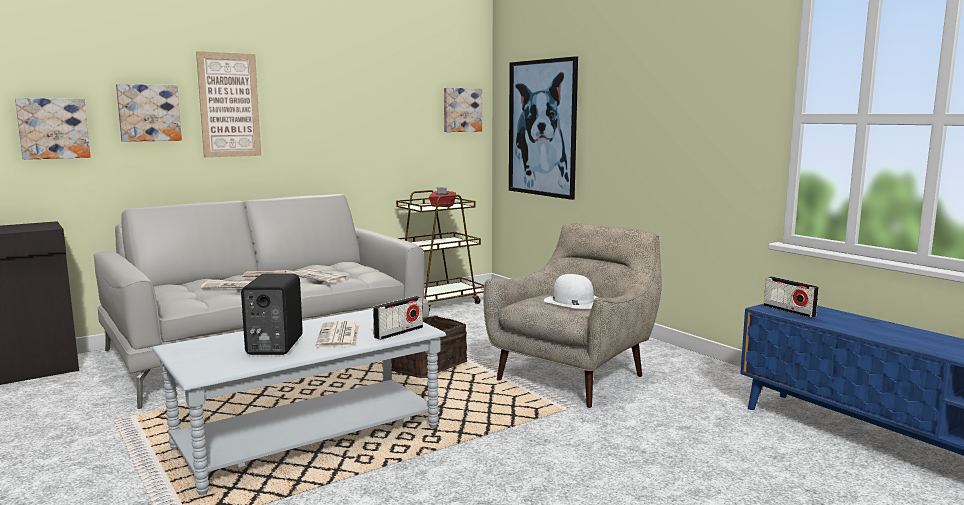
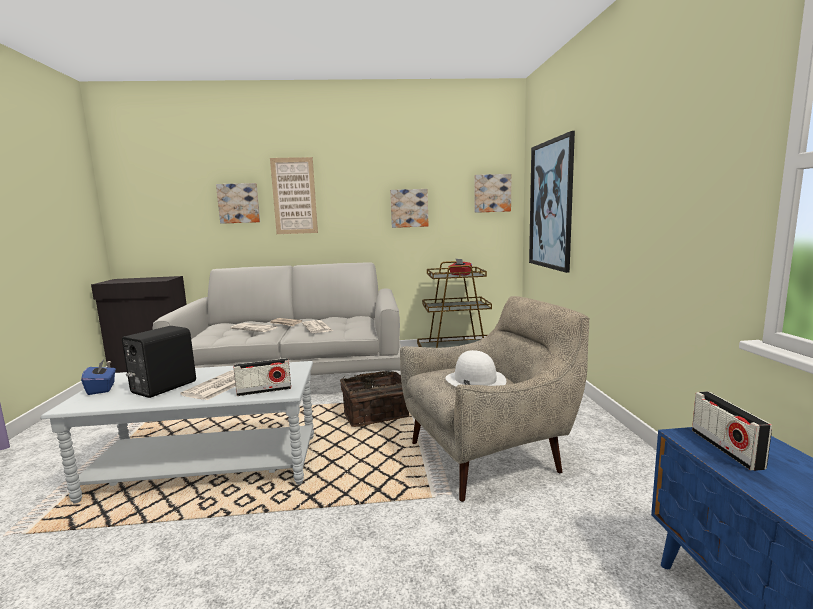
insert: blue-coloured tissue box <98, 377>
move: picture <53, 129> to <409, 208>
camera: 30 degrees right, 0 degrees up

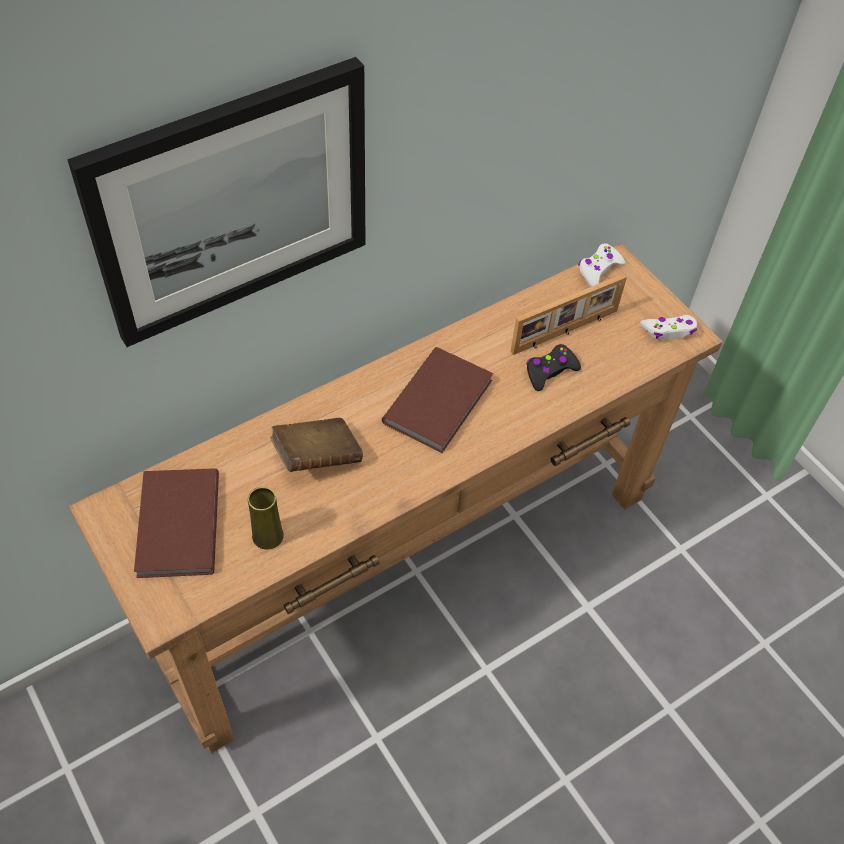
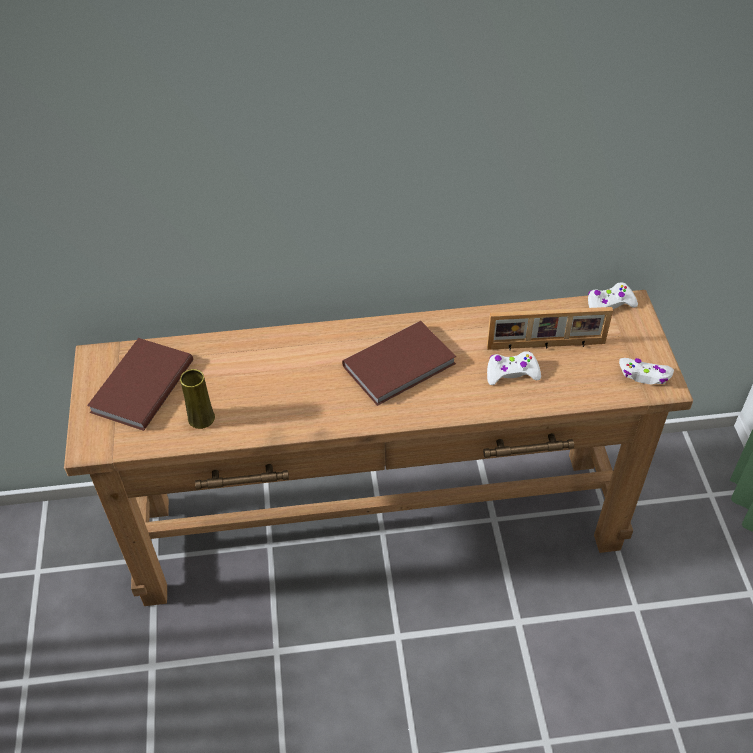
delete: picture <216, 202>; brown-coloured bound book <316, 445>
recolor: black-coloured gamepad <553, 367> to white gamepad <514, 368>
camera: 30 degrees right, 5 degrees down

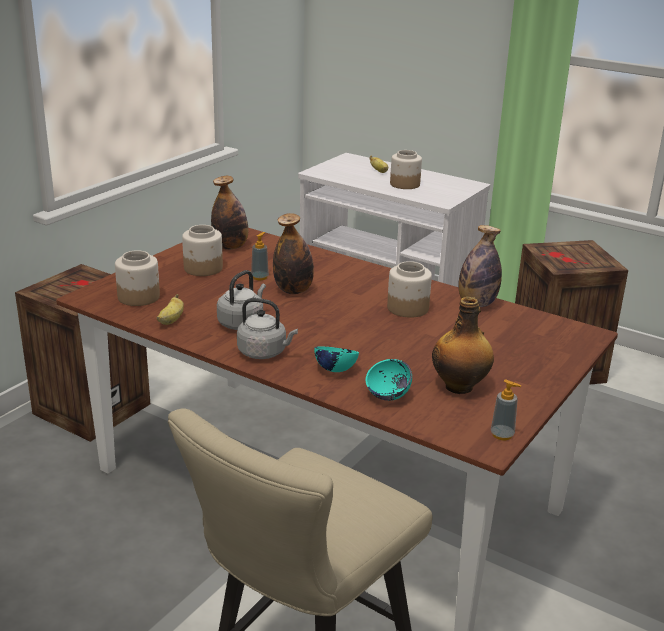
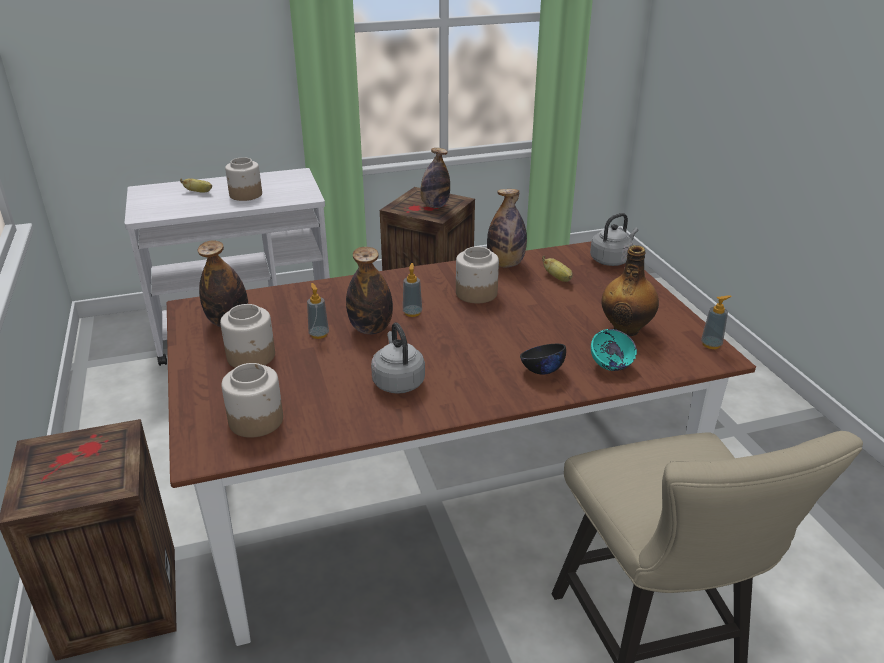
insert: bottle <435, 178>; liquid soap bottle <412, 290>
move: banana fruit <170, 309> to <557, 269>; grey kettle <267, 328> to <614, 239>
recolor: blue-green bowl <336, 359> to black-coloured bowl <543, 359>
camera: 50 degrees left, 5 degrees up

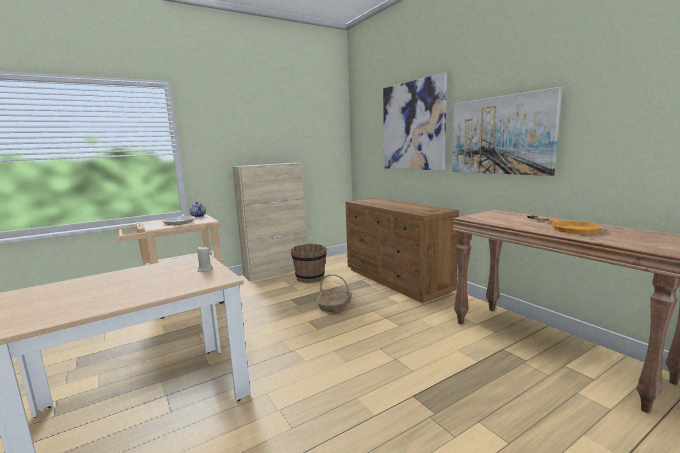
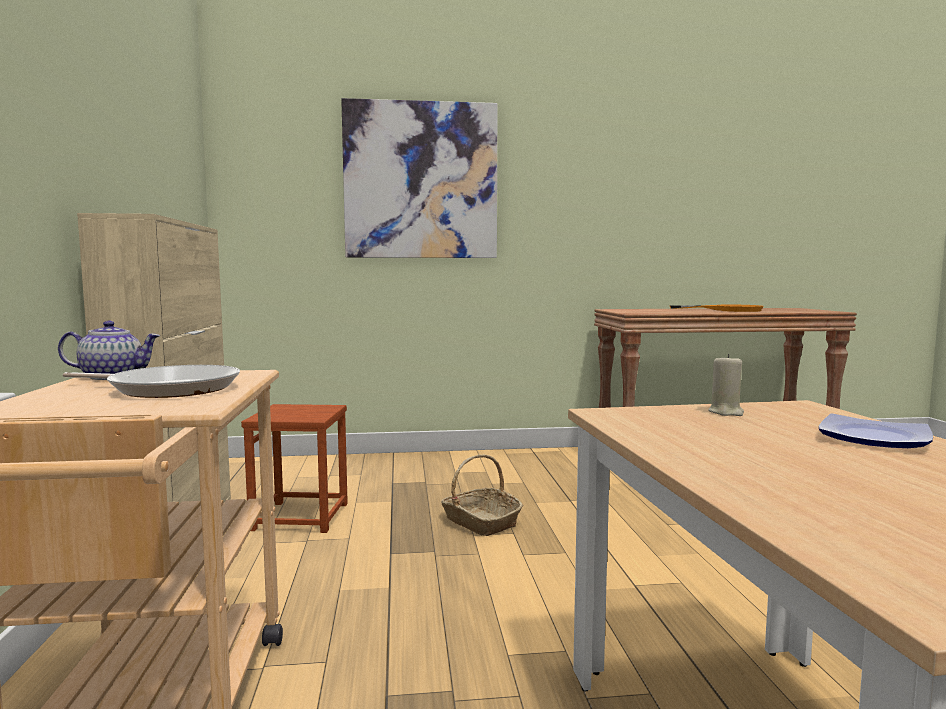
delete: picture <507, 131>; brown-coloured drawer chest <402, 250>
insert: dinner plate <876, 430>
replace: brown-coloured water bucket <309, 263> to brown-coloured stool <294, 468>
camera: 65 degrees left, 5 degrees down

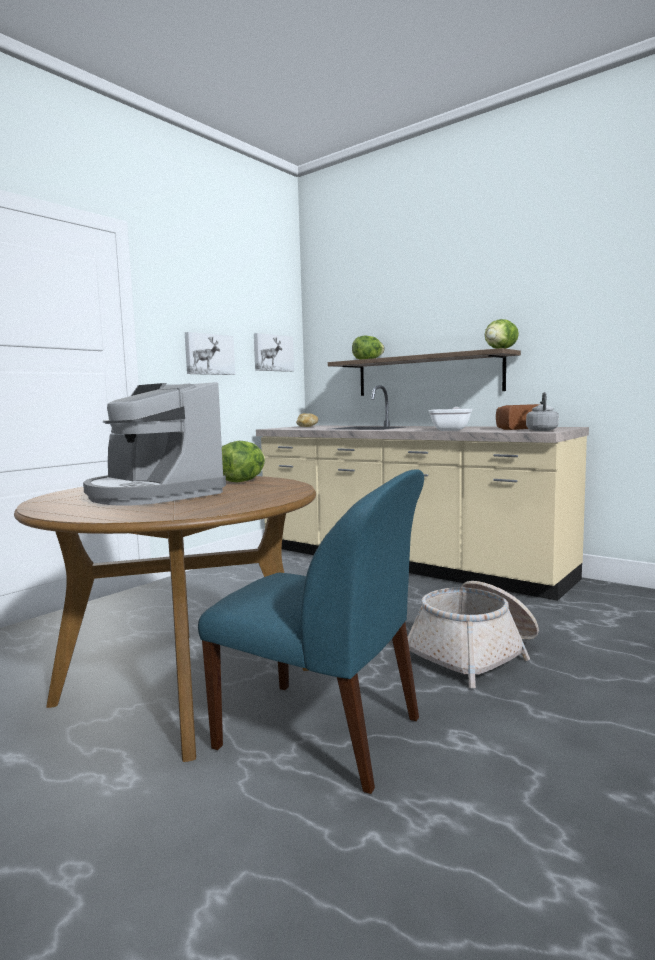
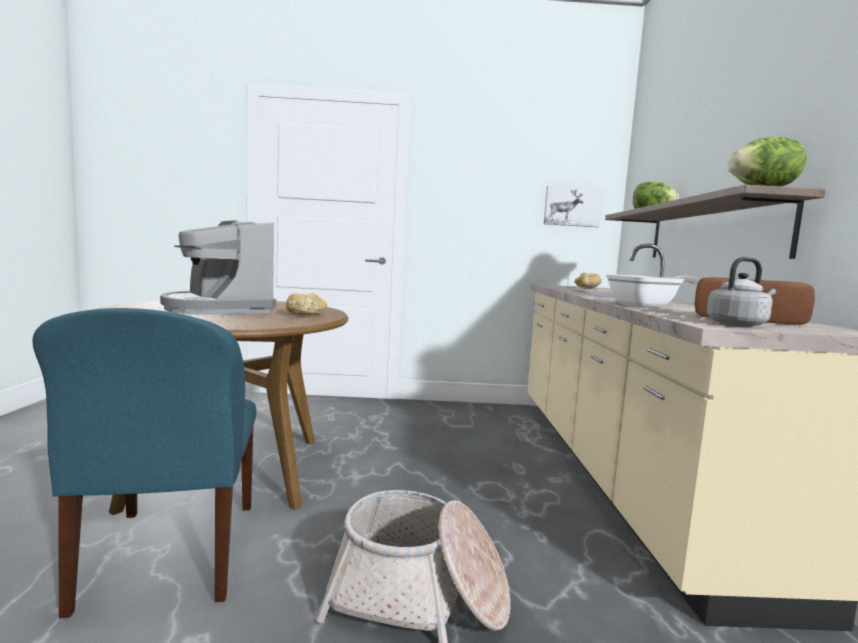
delete: picture <210, 353>
replace: head of lettuce <243, 462> to bakery bread <306, 304>
rotate: coffee maker <154, 444> = <218, 267> 45 degrees counterclockwise
camera: 50 degrees right, 0 degrees up

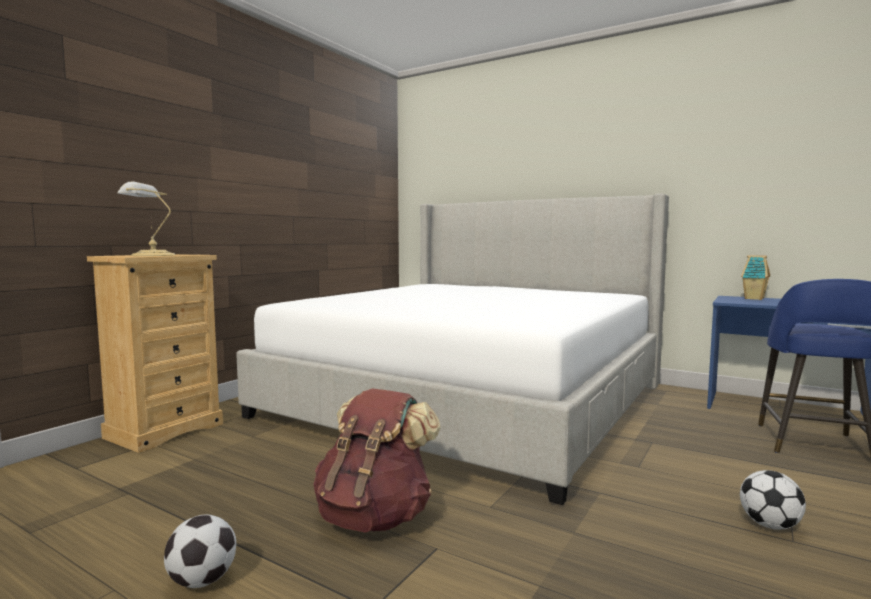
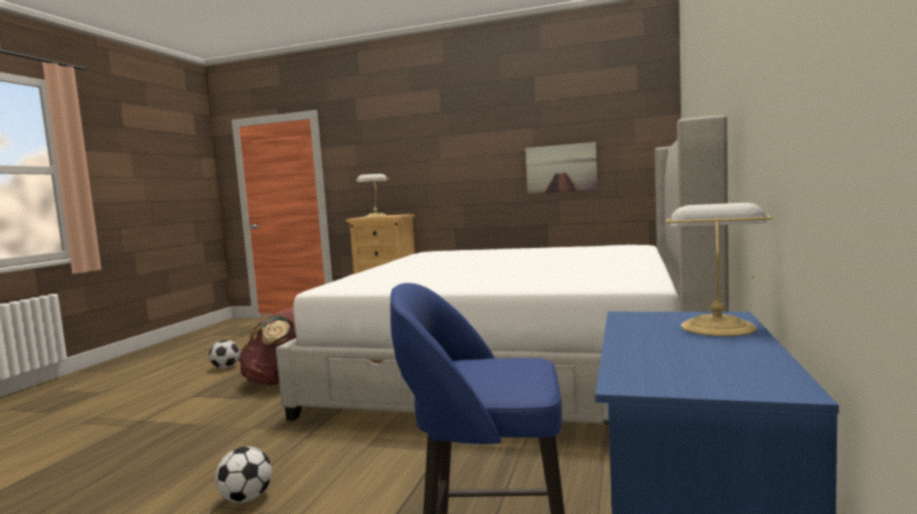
insert: picture <561, 168>
replace: toy house <755, 277> to table lamp <719, 269>
camera: 75 degrees right, 0 degrees up

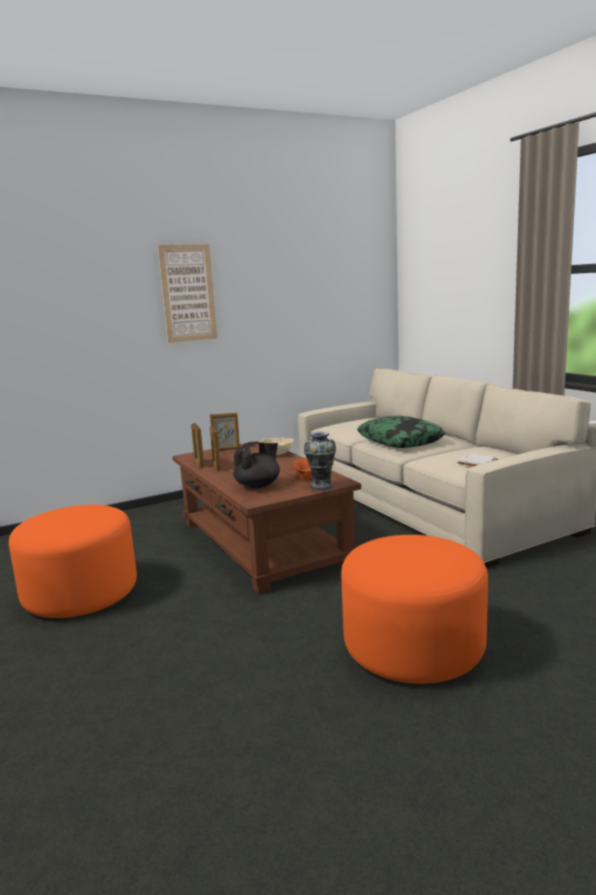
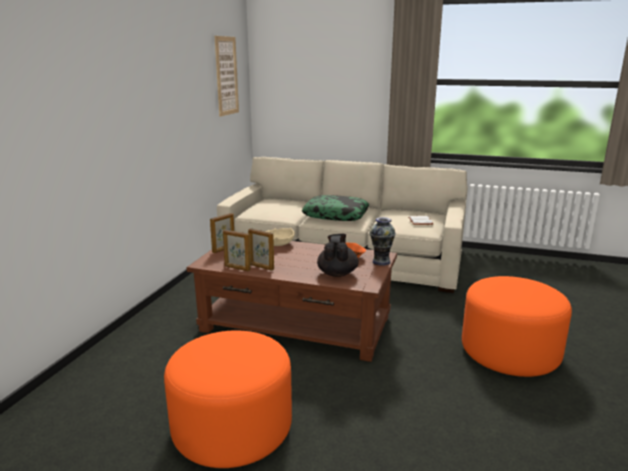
move: picture <187, 293> to <227, 76>
camera: 45 degrees left, 5 degrees up

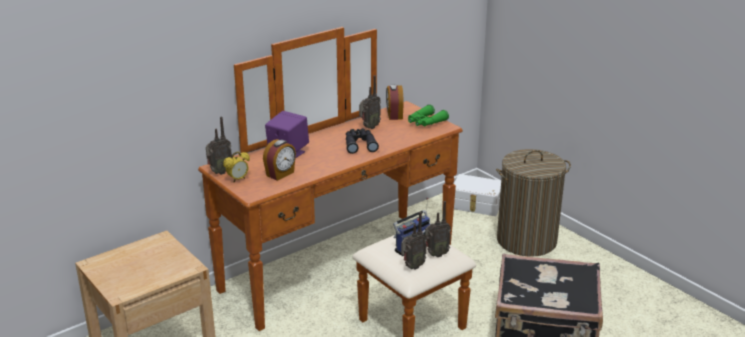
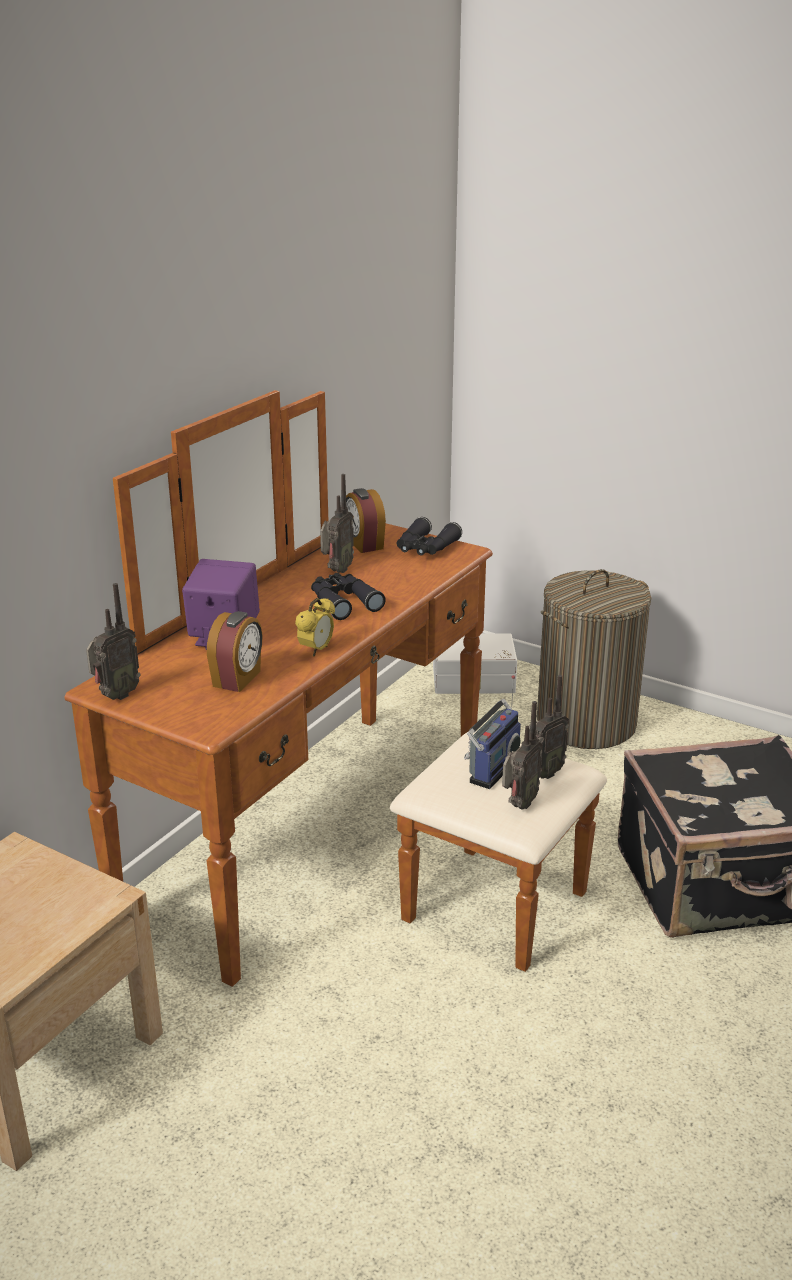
move: table clock <236, 166> to <315, 627>
recolor: green pair of binoculars <428, 115> to black-coloured pair of binoculars <429, 536>
camera: 20 degrees left, 0 degrees up

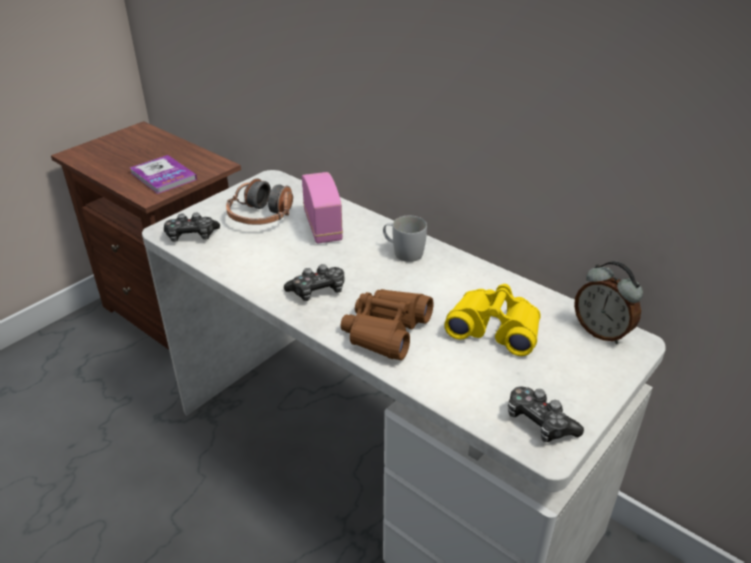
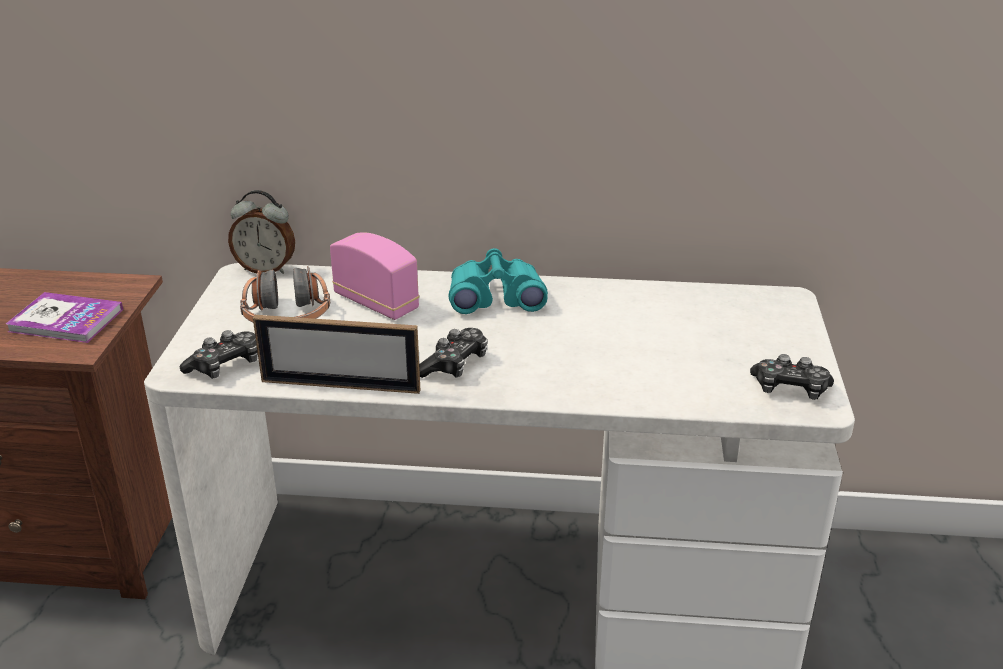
delete: yellow-coloured pair of binoculars <492, 320>; brown-coloured pair of binoculars <387, 324>
insert: standing frame <336, 354>
move: table clock <608, 302> to <261, 232>
replace: white coffee mug <405, 239> to blue-green pair of binoculars <498, 281>
camera: 35 degrees left, 5 degrees down

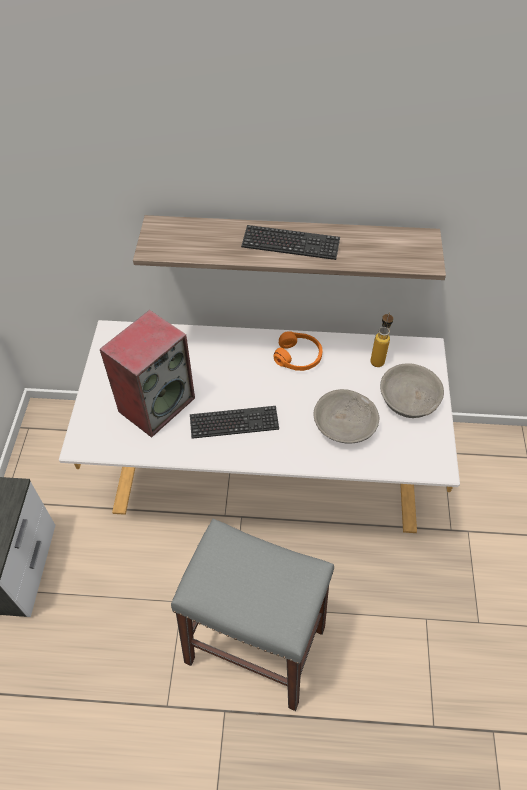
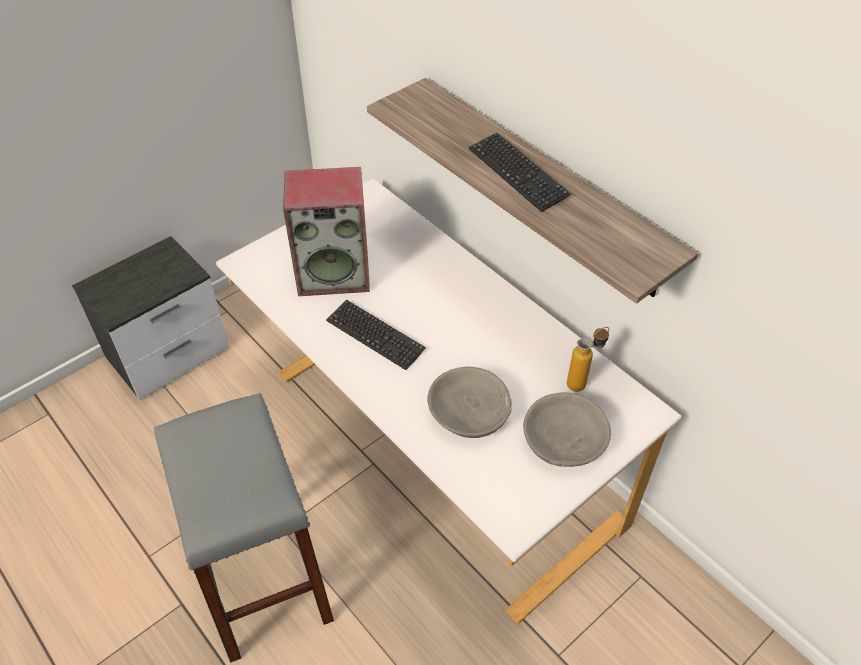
delete: orangey headphones <298, 351>
camera: 45 degrees right, 5 degrees down

